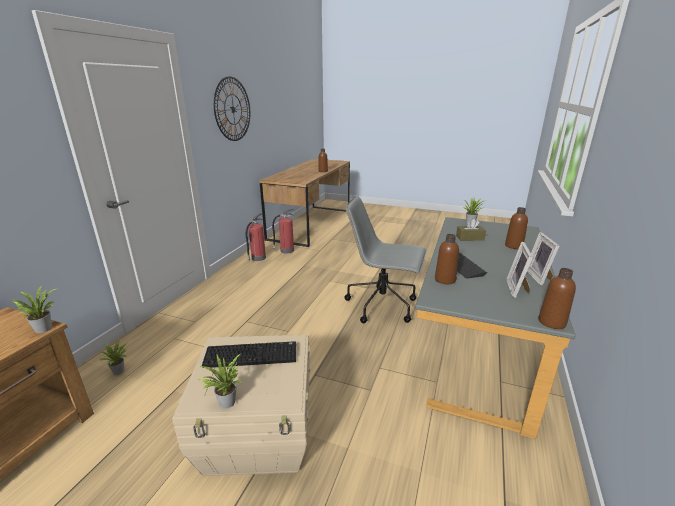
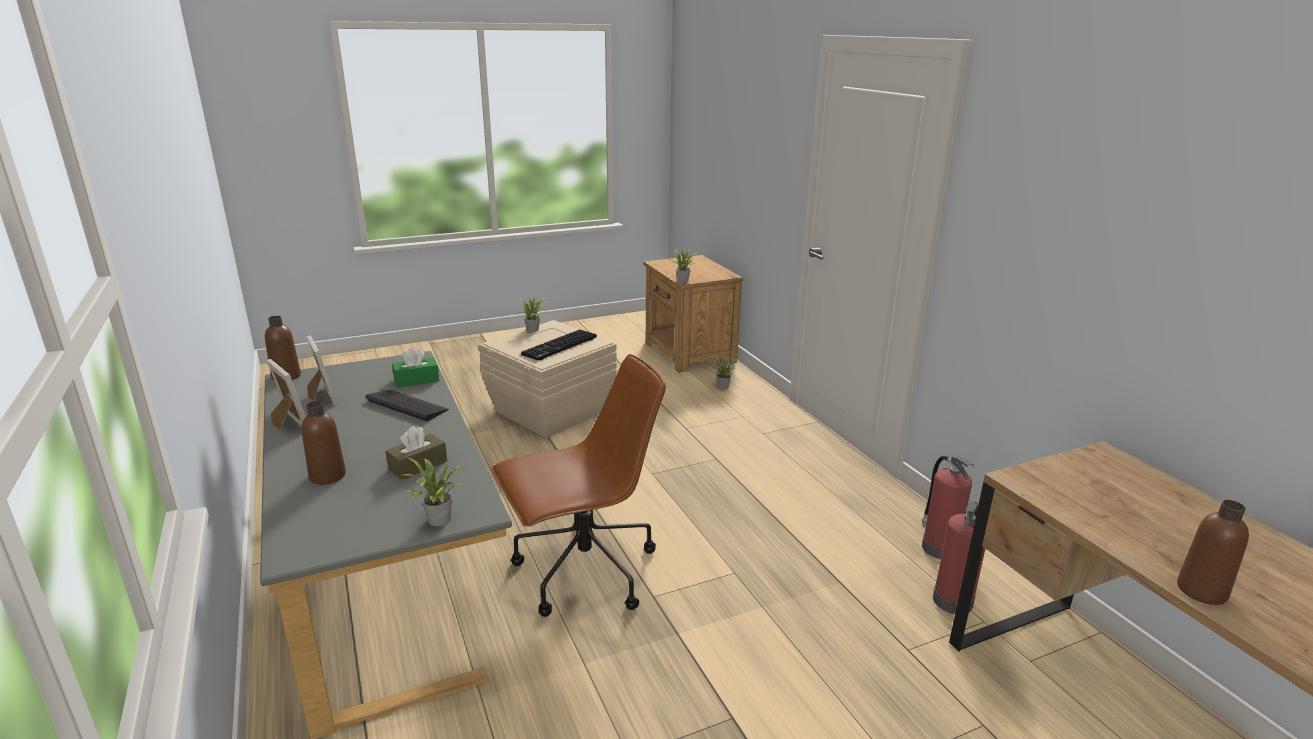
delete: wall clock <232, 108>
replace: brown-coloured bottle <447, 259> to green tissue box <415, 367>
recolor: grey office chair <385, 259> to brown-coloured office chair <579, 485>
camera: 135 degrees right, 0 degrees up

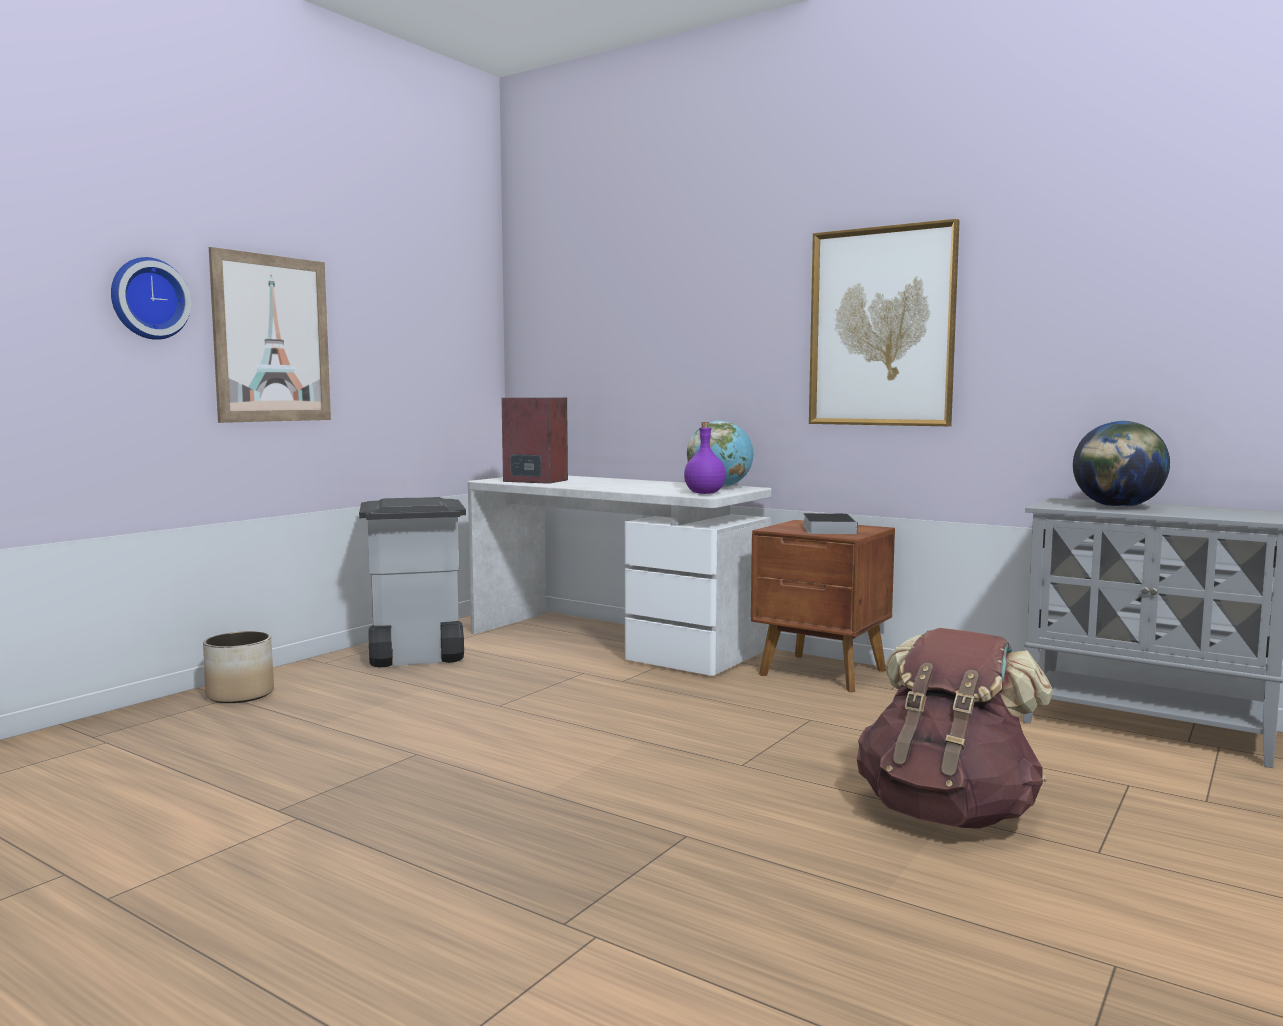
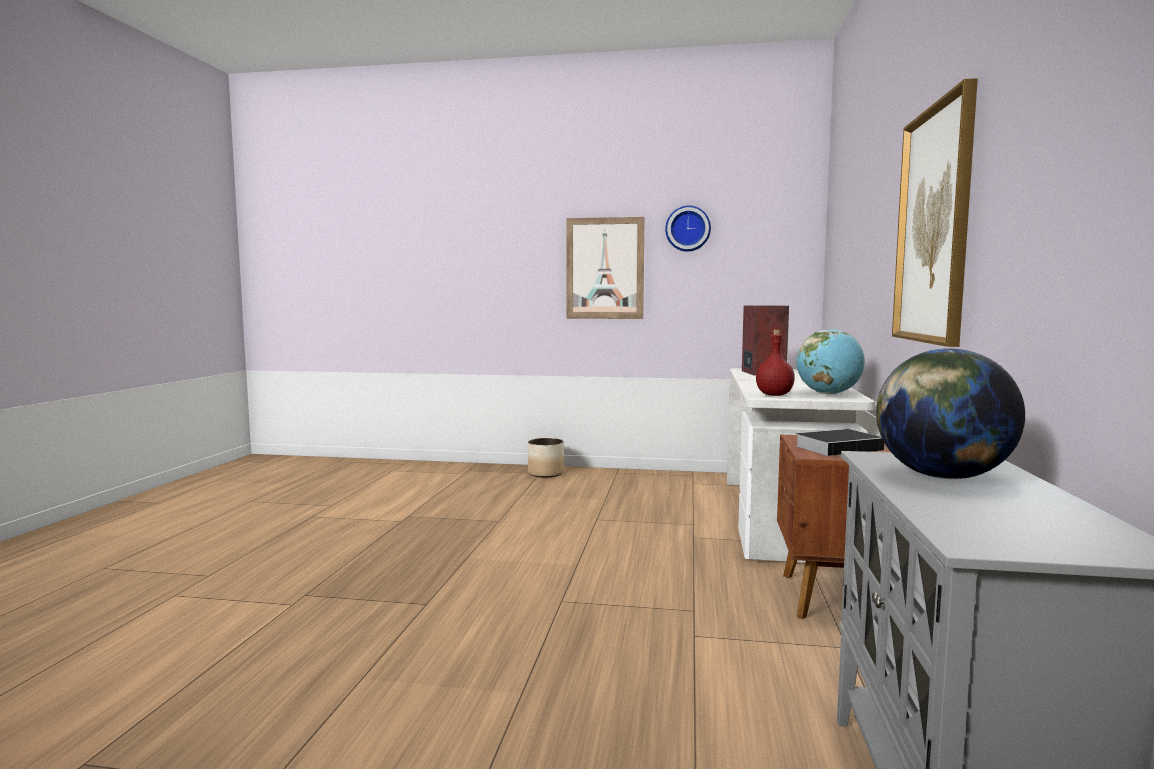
delete: grey trash can <412, 582>; brown-coloured rucksack <955, 728>
move: wall clock <151, 298> to <688, 229>
recolor: purple bottle <705, 458> to reddish bottle <775, 363>
camera: 65 degrees right, 0 degrees up

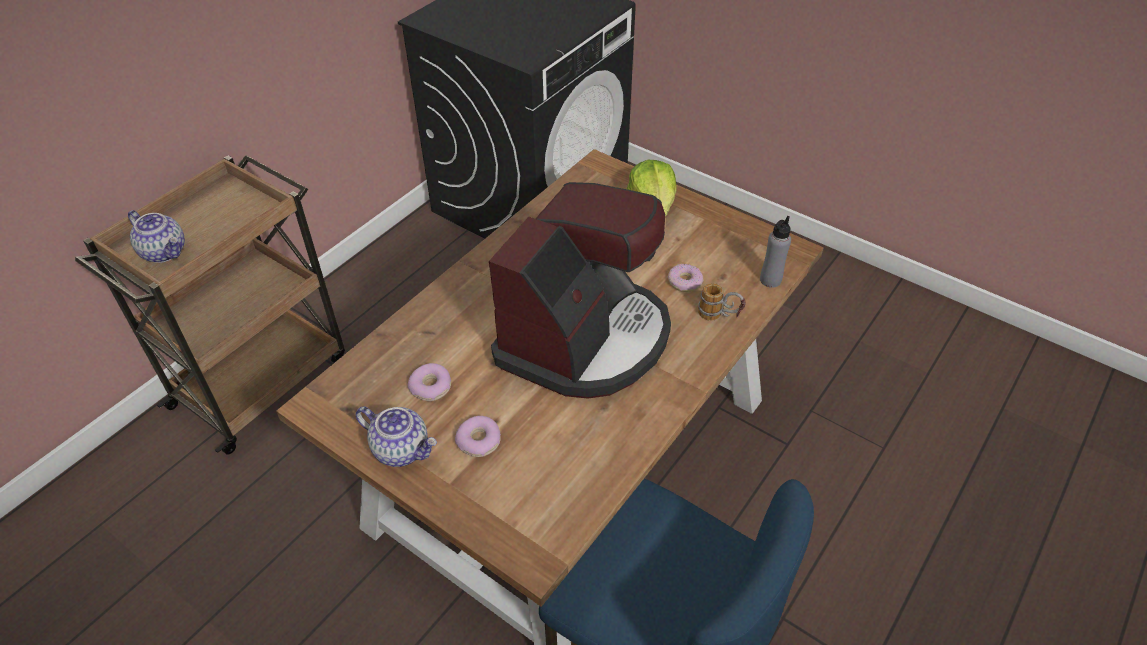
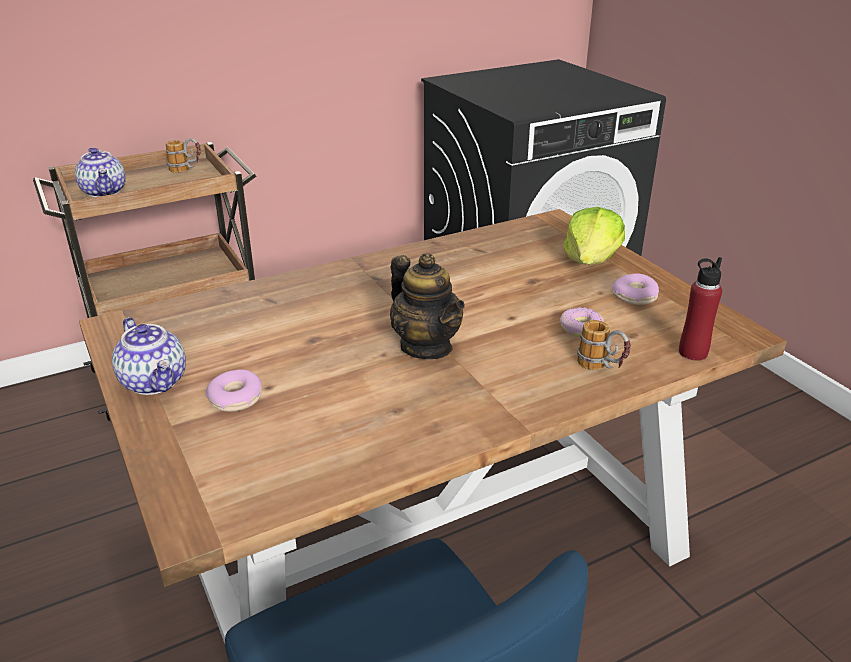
insert: coffee mug <183, 155>
move: donut <429, 382> to <635, 289>
replace: coffee maker <580, 290> to teapot <427, 306>
recolor: grey bottle <775, 252> to reddish bottle <700, 309>
camera: 25 degrees right, 15 degrees down

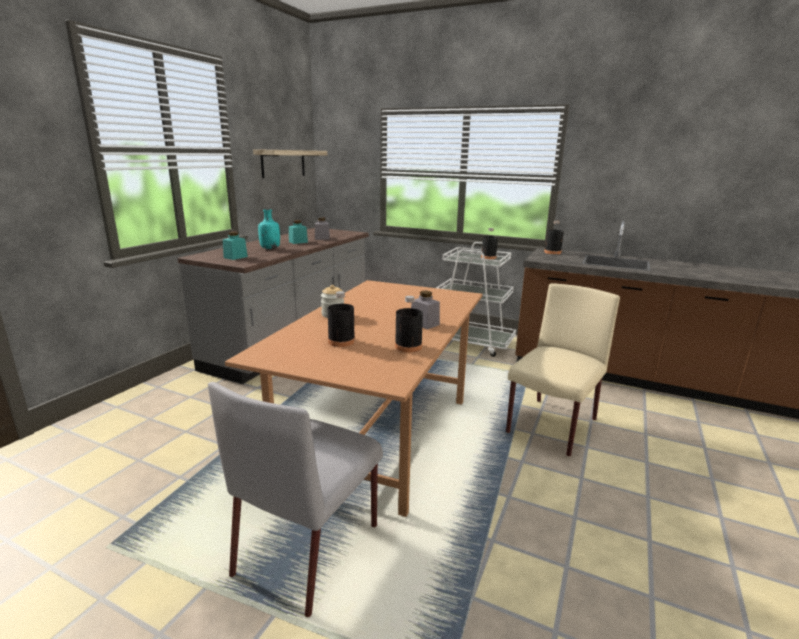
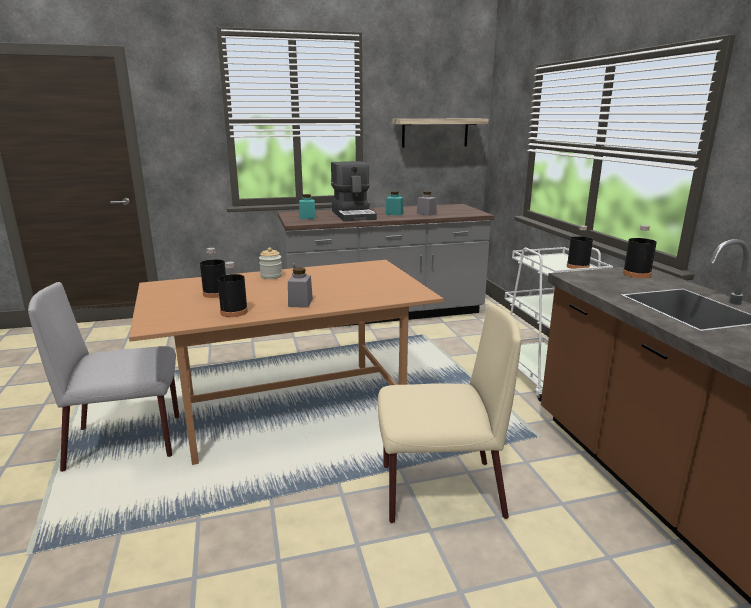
replace: blue-green bottle <269, 229> to coffee maker <354, 191>
camera: 50 degrees right, 0 degrees up

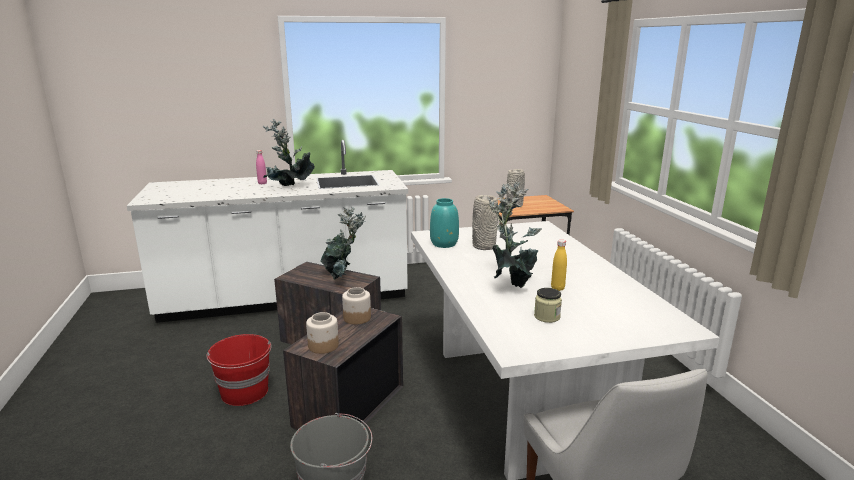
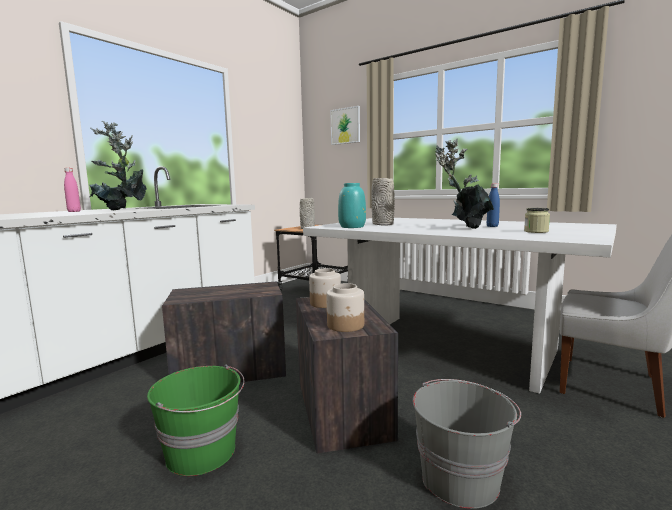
delete: potted plant <343, 243>
insert: picture <345, 125>
recolor: yellow-coloured bottle <559, 265> to blue-coloured bottle <493, 205>; reddish water bucket <238, 370> to green water bucket <196, 420>
camera: 40 degrees left, 10 degrees down

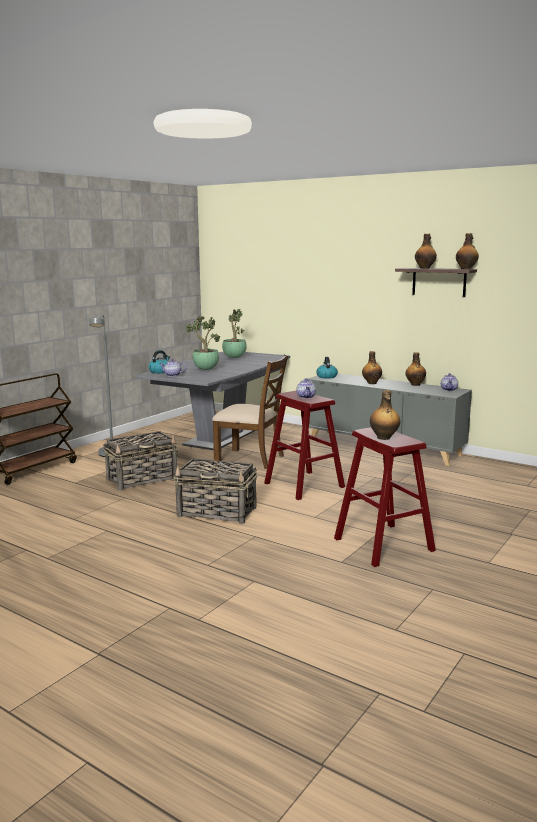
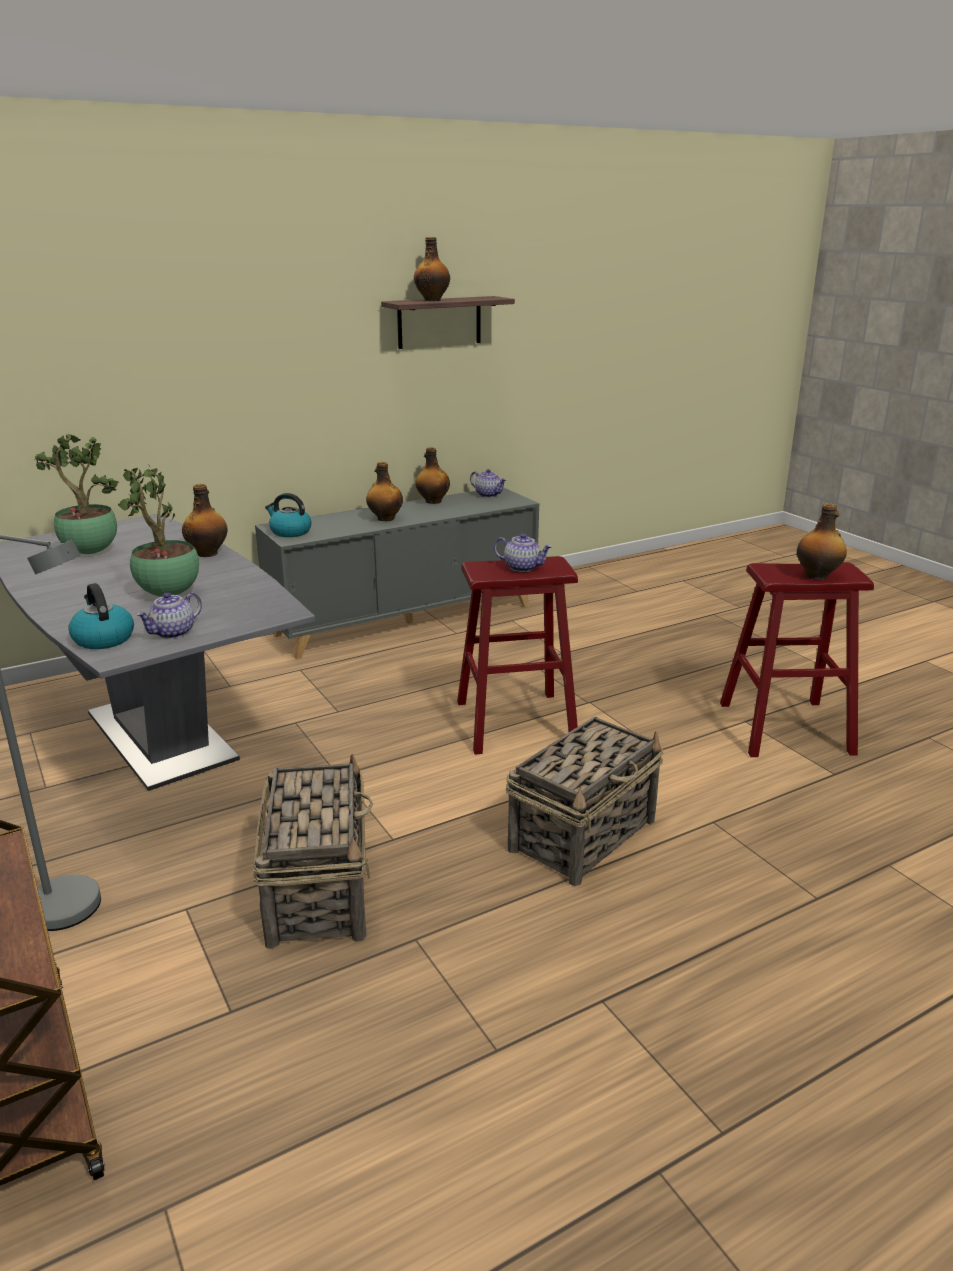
delete: brown-coloured plain chair <250, 411>
move: bottle <467, 251> to <204, 520>
camera: 65 degrees left, 10 degrees up

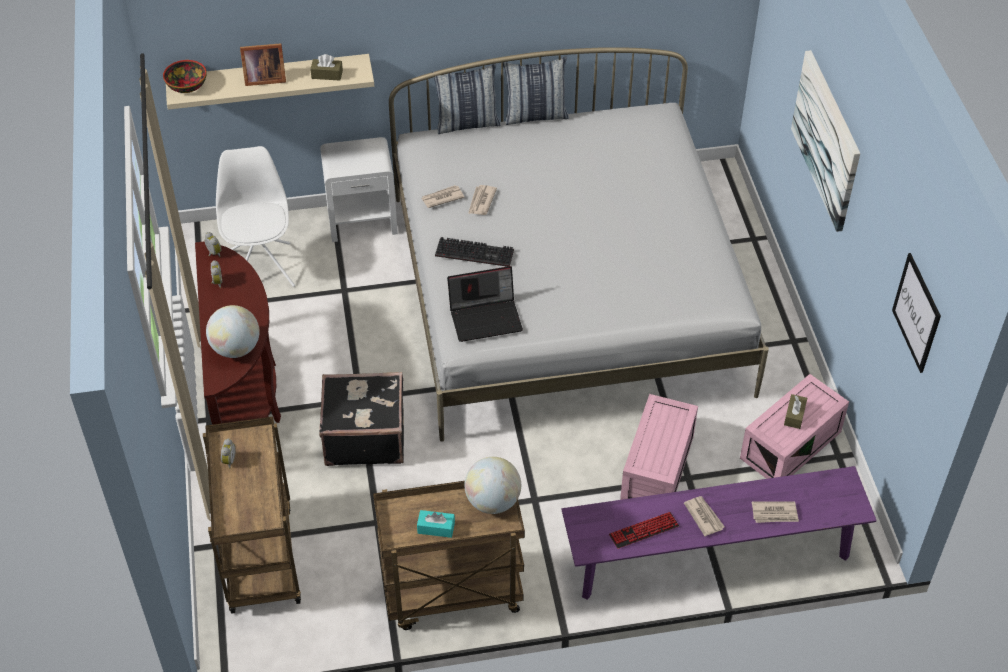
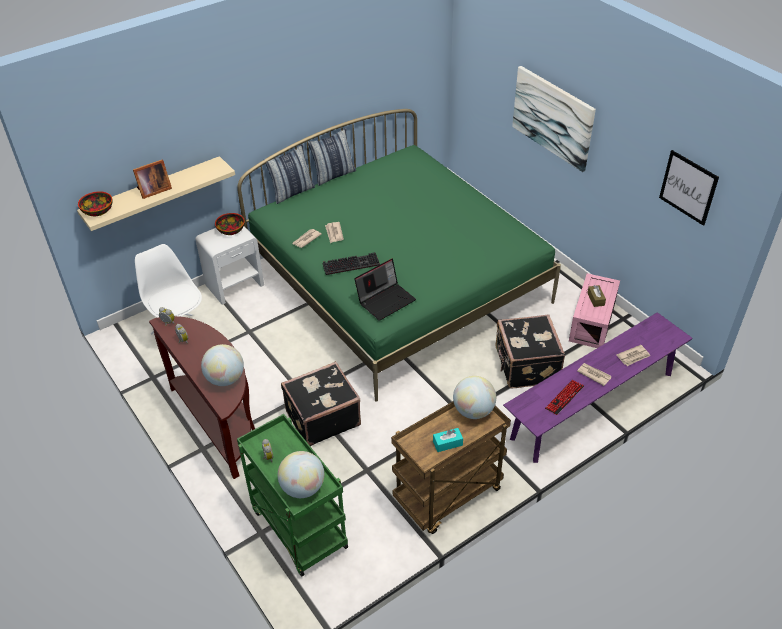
delete: brown-coloured tissue box <326, 67>
insert: bowl <230, 224>; desk globe <301, 474>
replace: pinkish storage box <659, 447> to black-coloured suitcase <530, 351>
recolor: white bedroom bed <579, 244> to green bedroom bed <399, 255>; brown-coloured wheeled cart <252, 515> to green wheeled cart <292, 495>
camera: 25 degrees left, 5 degrees down

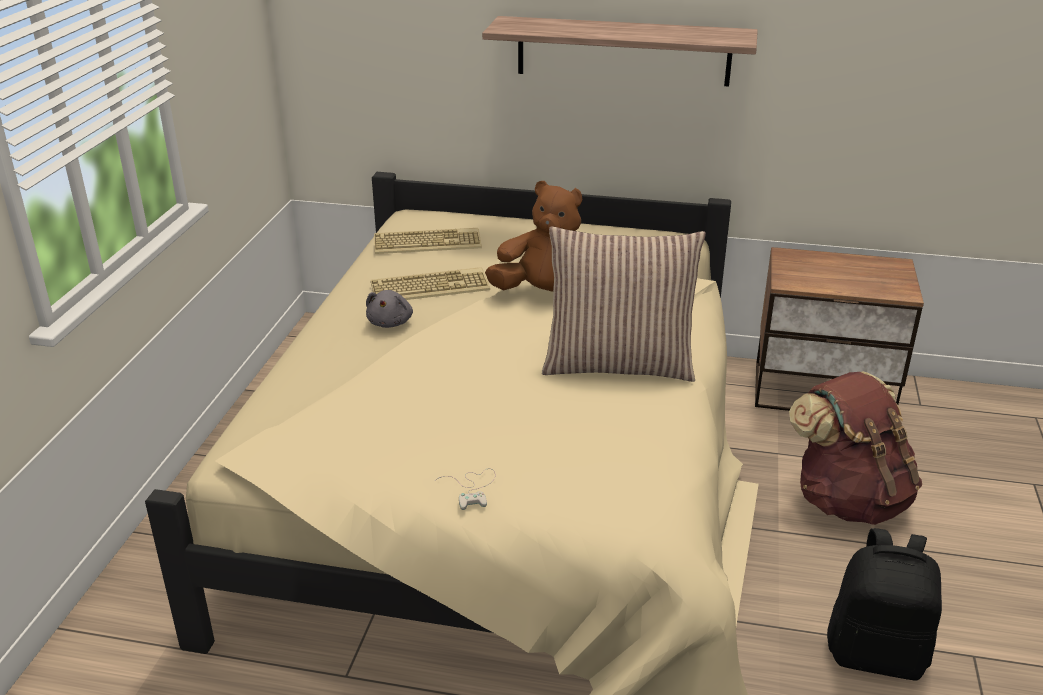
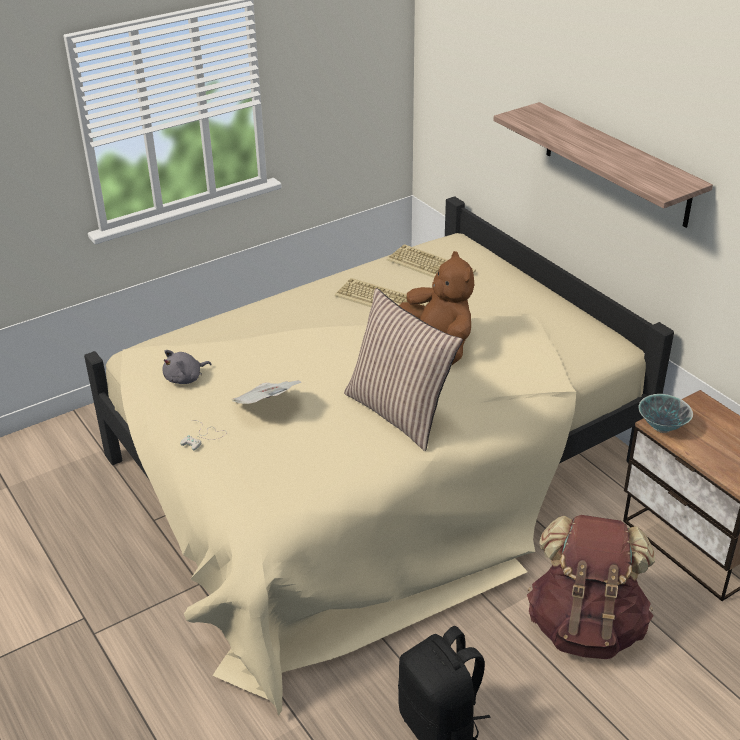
insert: newspaper <266, 392>; bowl <666, 413>
move: grey soft toy <389, 309> to <186, 367>
camera: 45 degrees right, 5 degrees up

